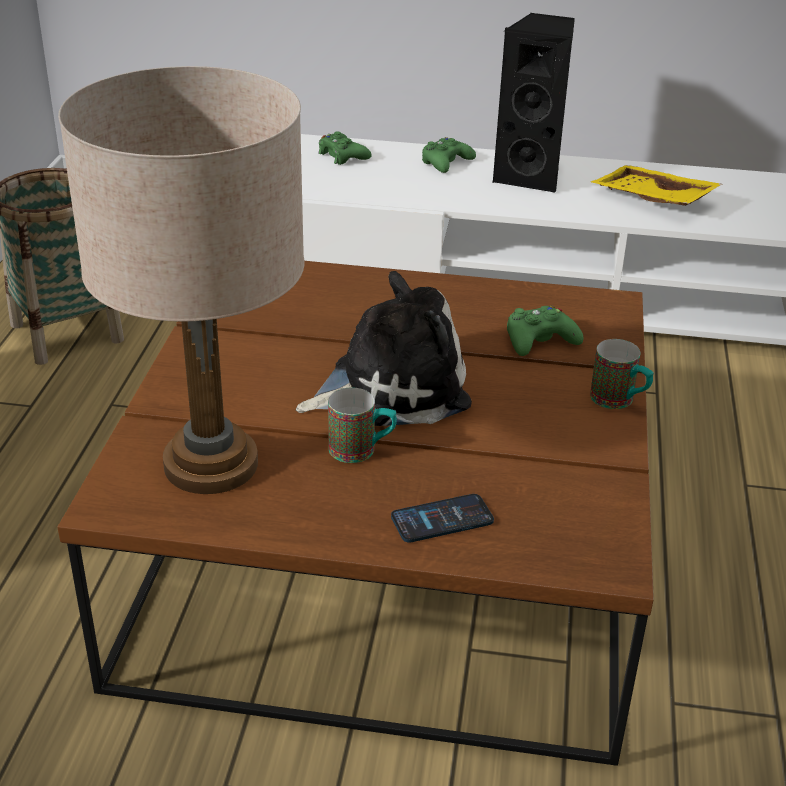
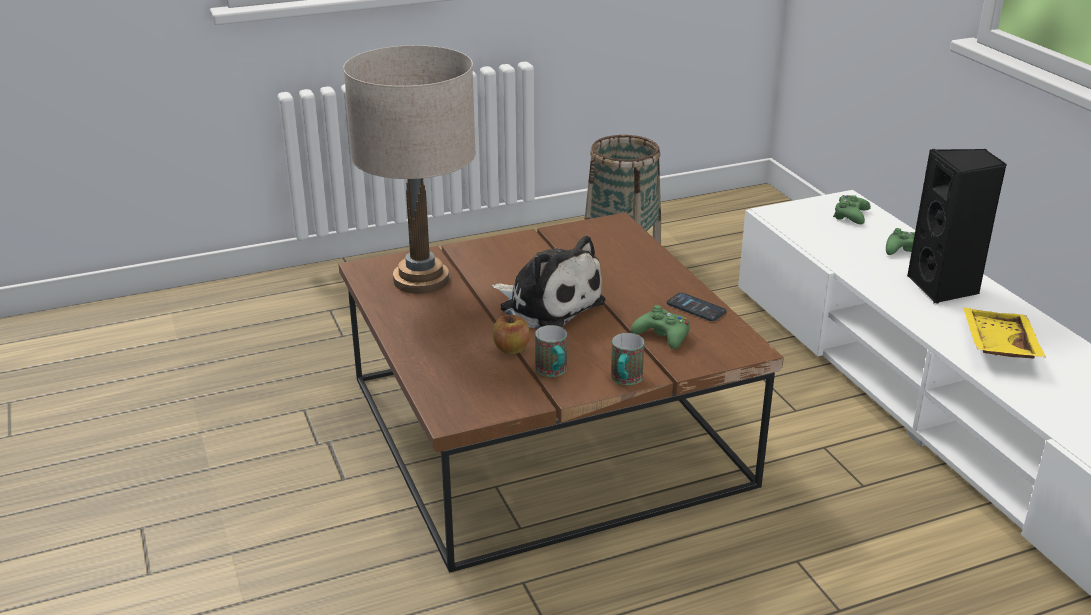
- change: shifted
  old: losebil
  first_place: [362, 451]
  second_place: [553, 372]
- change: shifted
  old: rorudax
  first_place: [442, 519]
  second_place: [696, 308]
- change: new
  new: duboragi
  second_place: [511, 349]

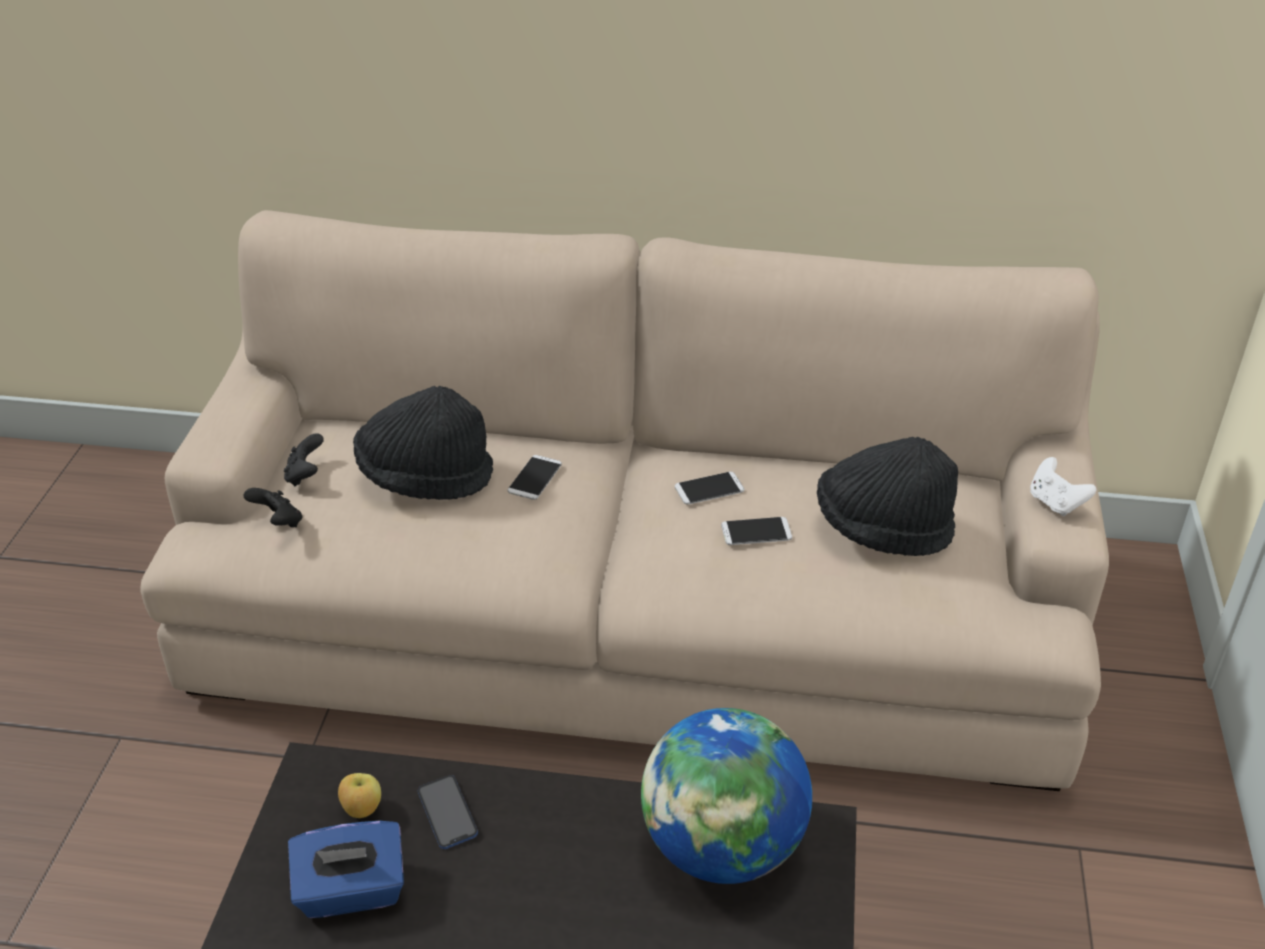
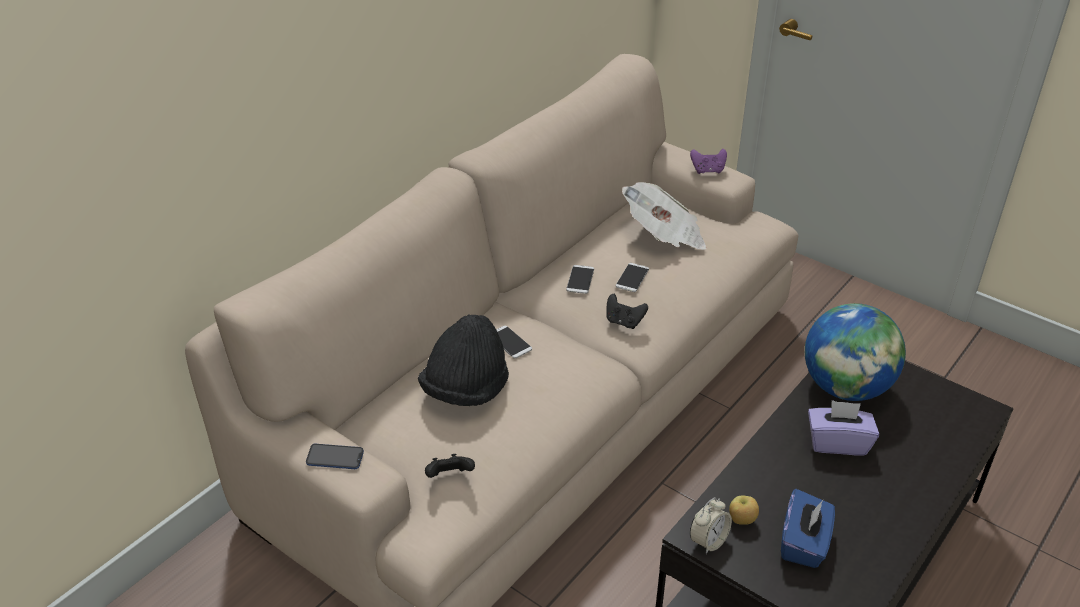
- change: shifted
  old: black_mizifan
  first_place: [305, 475]
  second_place: [624, 322]
- change: shifted
  old: rorudax
  first_place: [447, 813]
  second_place: [335, 458]
- change: swapped
  old: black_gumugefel
  new: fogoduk
  first_place: [882, 529]
  second_place: [664, 236]
- change: repainted
  old: white_mizifan
  new: purple_mizifan
  first_place: [1055, 503]
  second_place: [708, 170]
- change: new
  new: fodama
  second_place: [708, 541]
- change: new
  new: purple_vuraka
  second_place: [837, 442]

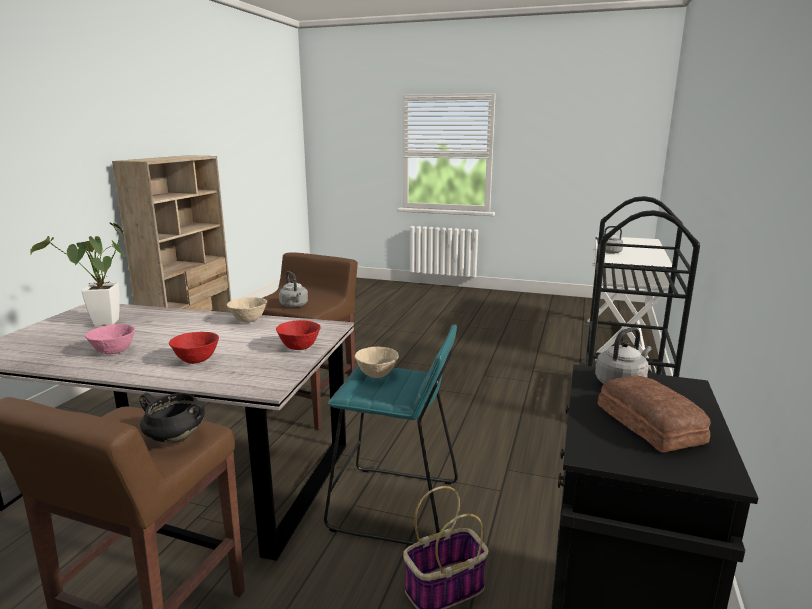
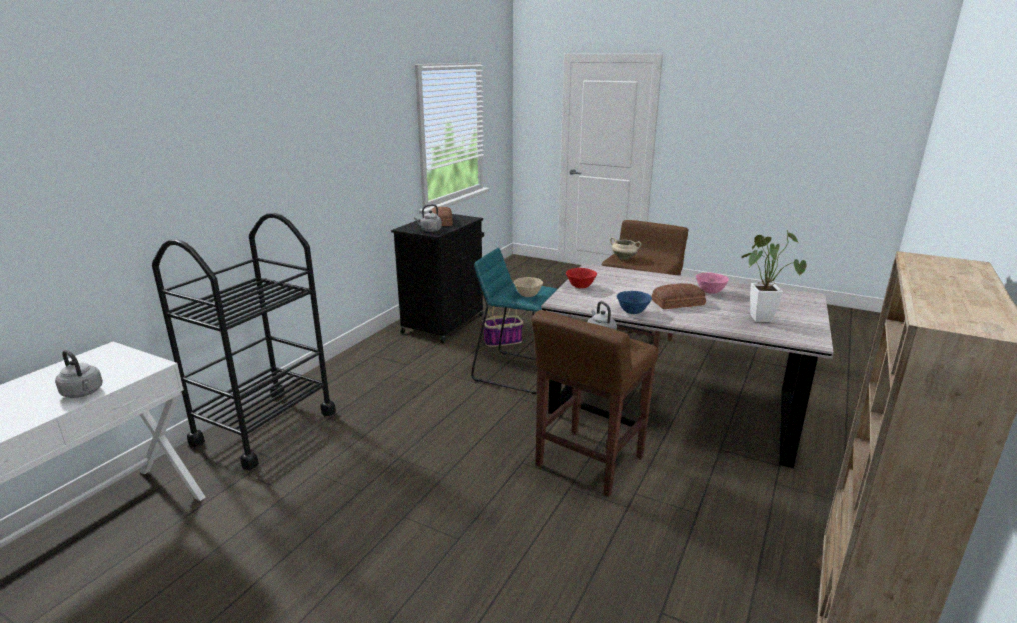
- change: repainted
  old: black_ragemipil
  new: beige_ragemipil
  first_place: [174, 439]
  second_place: [624, 258]
- change: gone
  old: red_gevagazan
  first_place: [196, 360]
- change: repainted
  old: beige_gevagazan
  new: blue_gevagazan
  first_place: [248, 321]
  second_place: [633, 312]
- change: new
  new: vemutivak
  second_place: [678, 303]

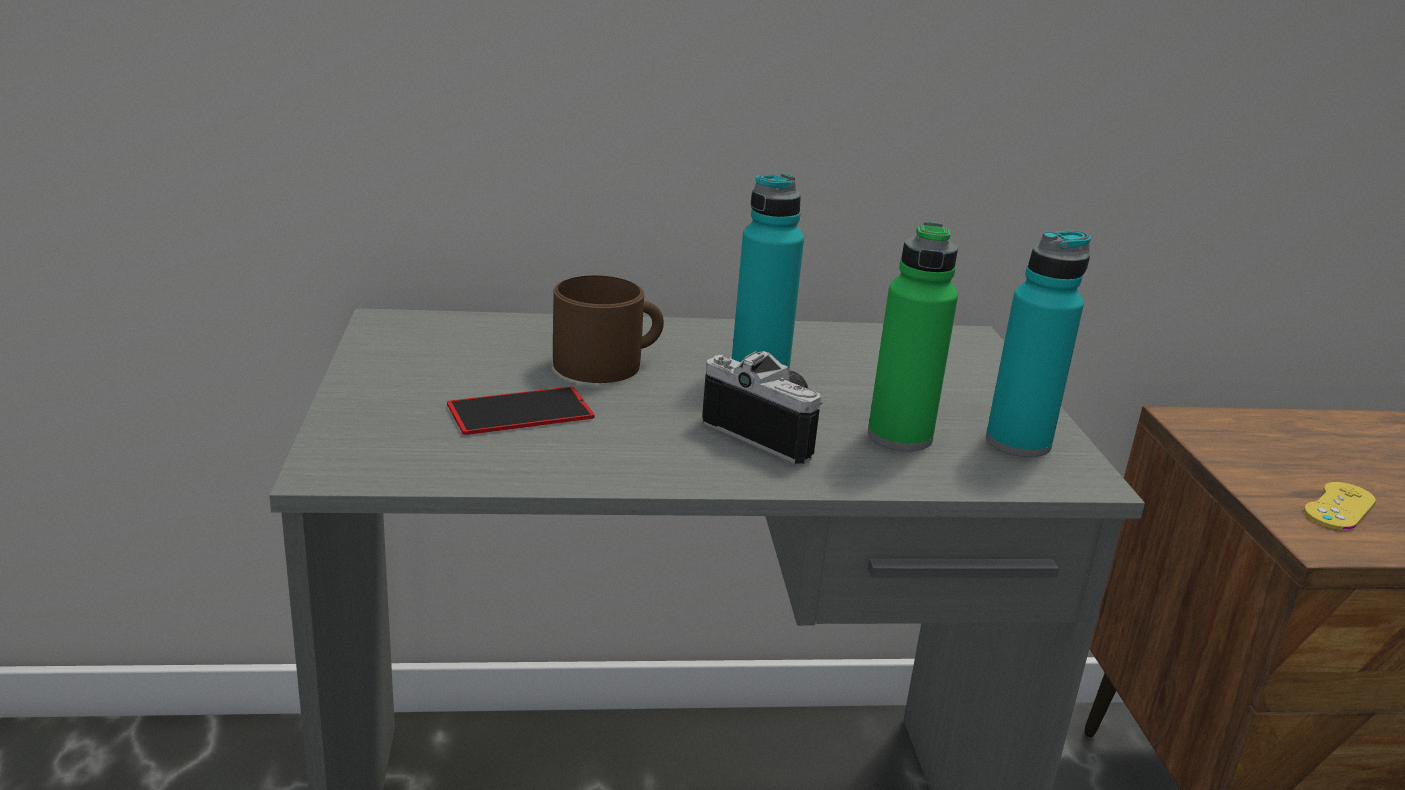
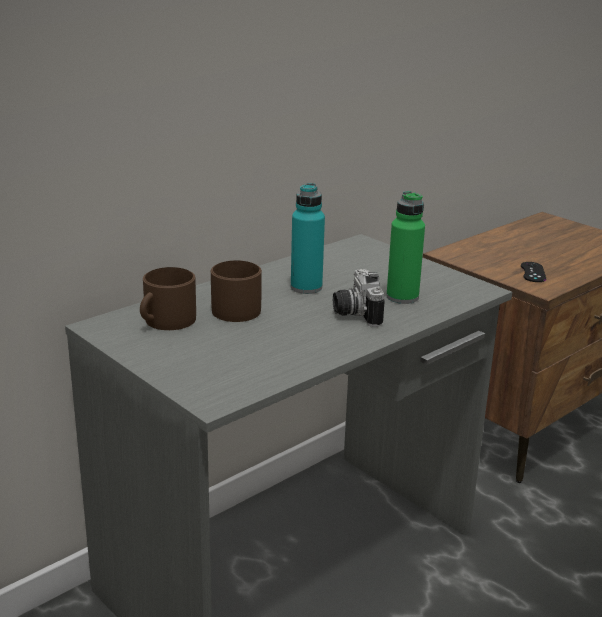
- change: gone
  old: rorudax
  first_place: [520, 411]
- change: rotated
  old: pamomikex
  first_place: [771, 431]
  second_place: [354, 313]
  degrees: -105
- change: gone
  old: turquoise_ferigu
  first_place: [1018, 442]
- change: repainted
  old: yellow_mizifan
  new: black_mizifan
  first_place: [1339, 506]
  second_place: [533, 272]
- change: new
  new: brown_losebil
  second_place: [165, 321]

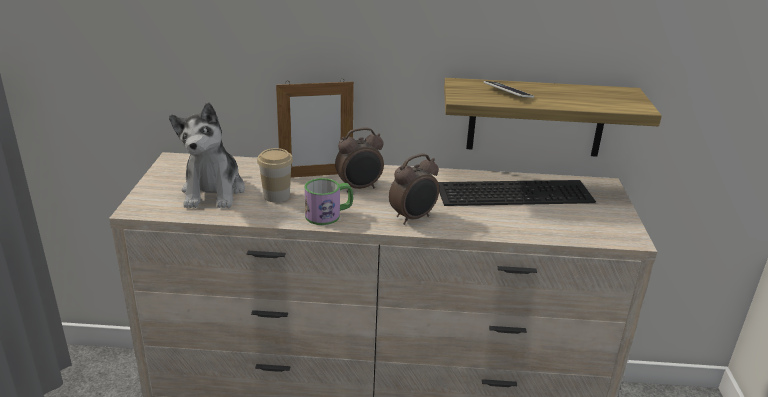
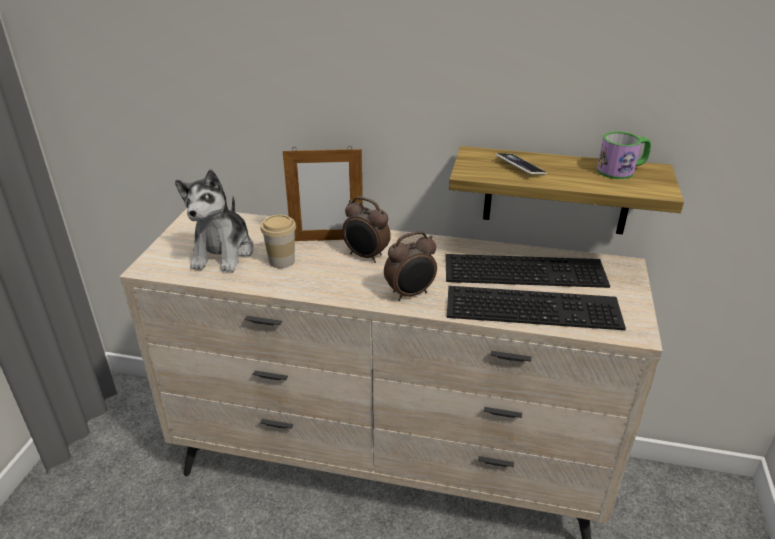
- change: shifted
  old: losebil
  first_place: [329, 215]
  second_place: [621, 170]
- change: rotated
  old: fodama
  first_place: [359, 188]
  second_place: [366, 256]
  degrees: 45
- change: new
  new: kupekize
  second_place: [534, 306]

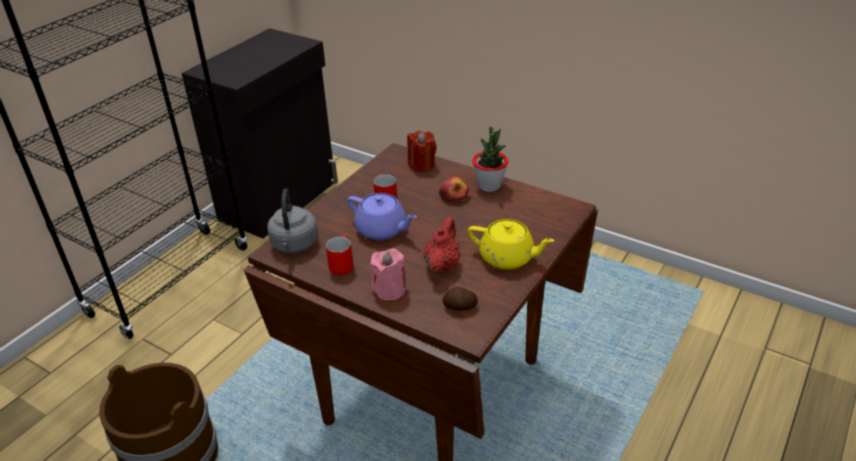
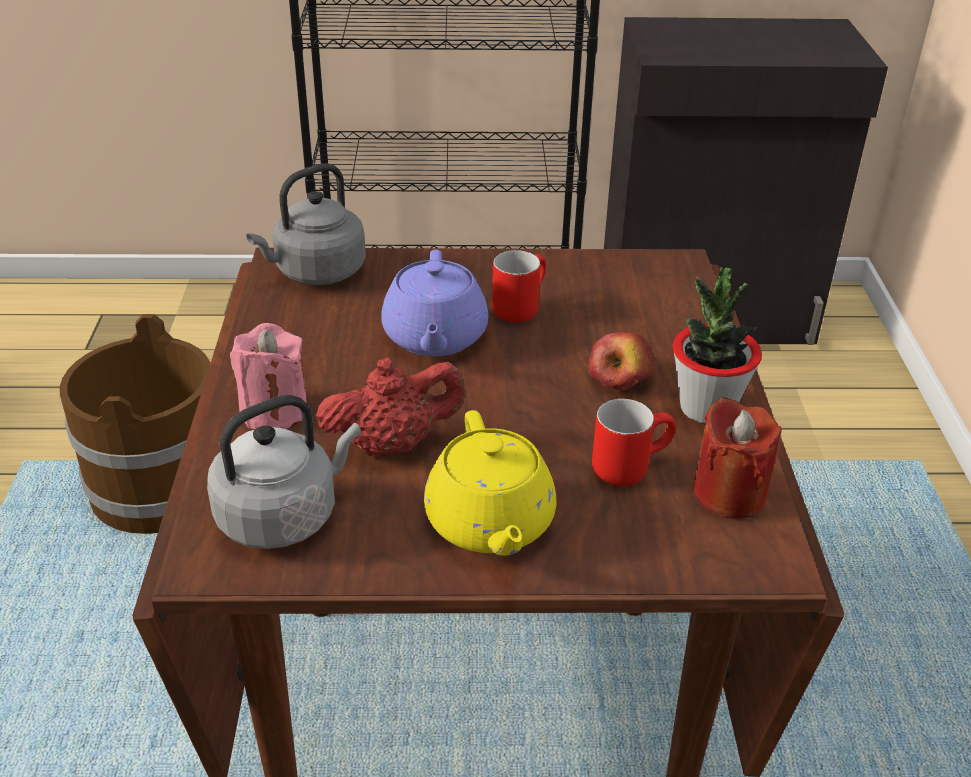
- change: shifted
  old: red_losebil
  first_place: [341, 264]
  second_place: [629, 465]
- change: shifted
  old: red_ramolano
  first_place: [421, 165]
  second_place: [729, 494]
- change: swapped
  old: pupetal
  new: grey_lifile
  first_place: [460, 307]
  second_place: [283, 515]

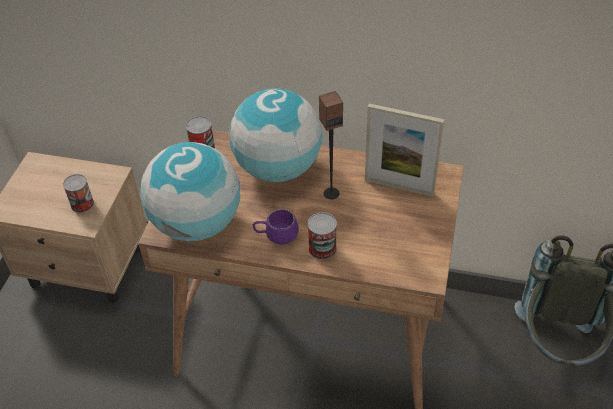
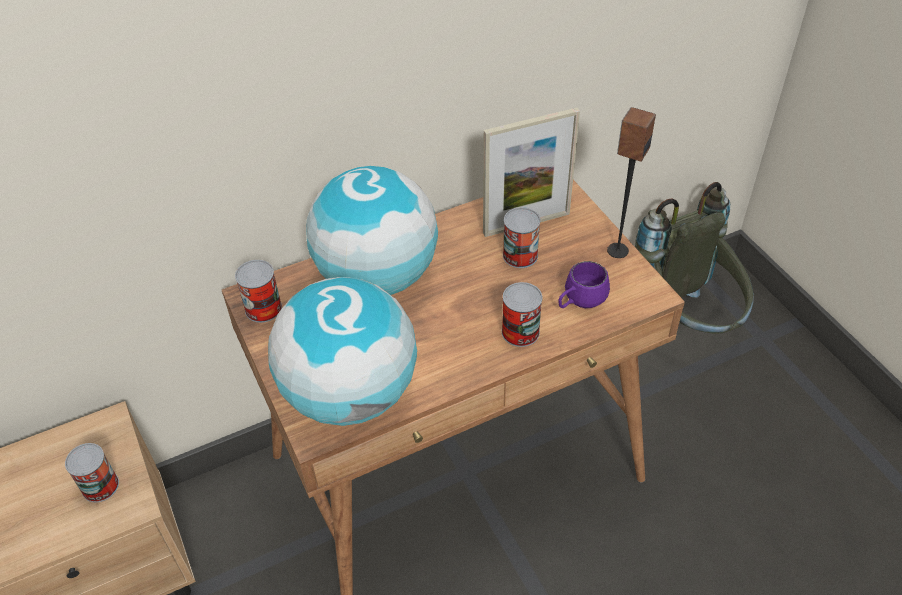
- change: shifted
  old: purple_losebil
  first_place: [276, 237]
  second_place: [579, 302]
- change: shifted
  old: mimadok
  first_place: [331, 193]
  second_place: [617, 250]
- change: new
  new: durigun
  second_place: [520, 255]

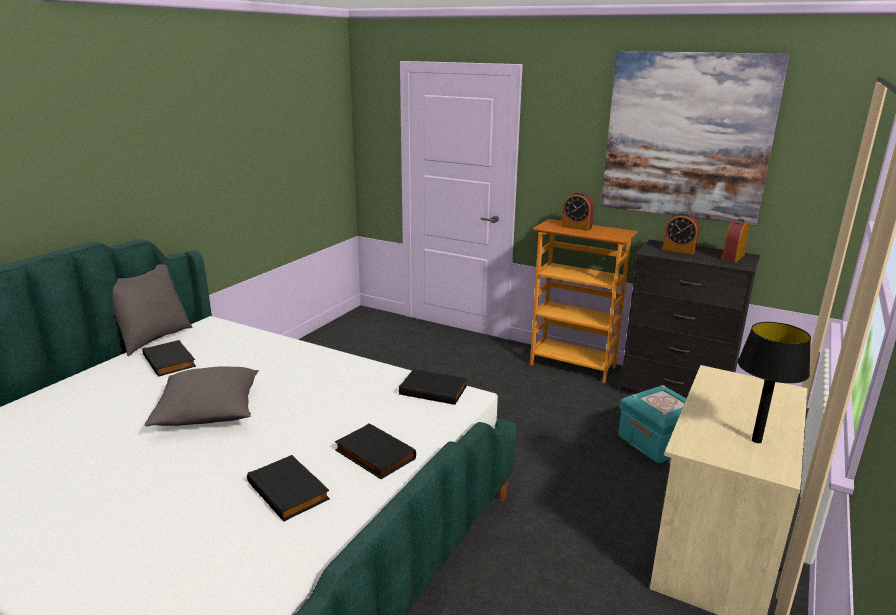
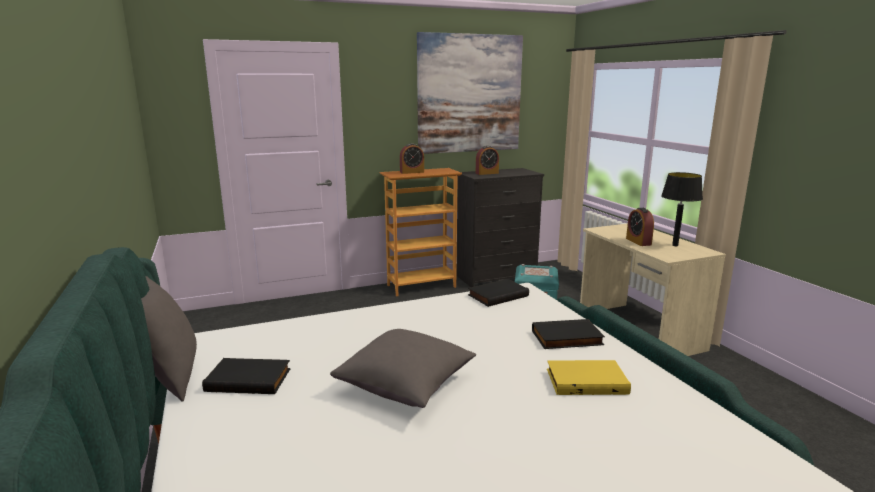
- change: repainted
  old: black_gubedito
  new: yellow_gubedito
  first_place: [290, 490]
  second_place: [586, 381]
- change: shifted
  old: fodama
  first_place: [733, 257]
  second_place: [638, 241]

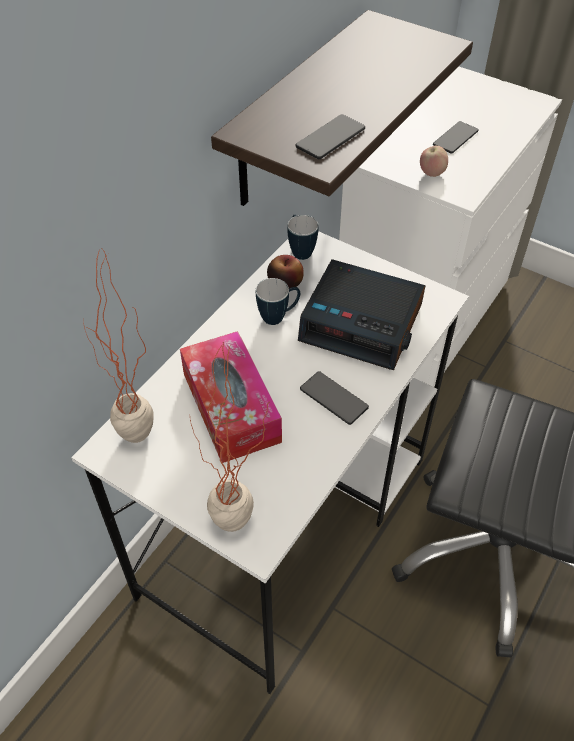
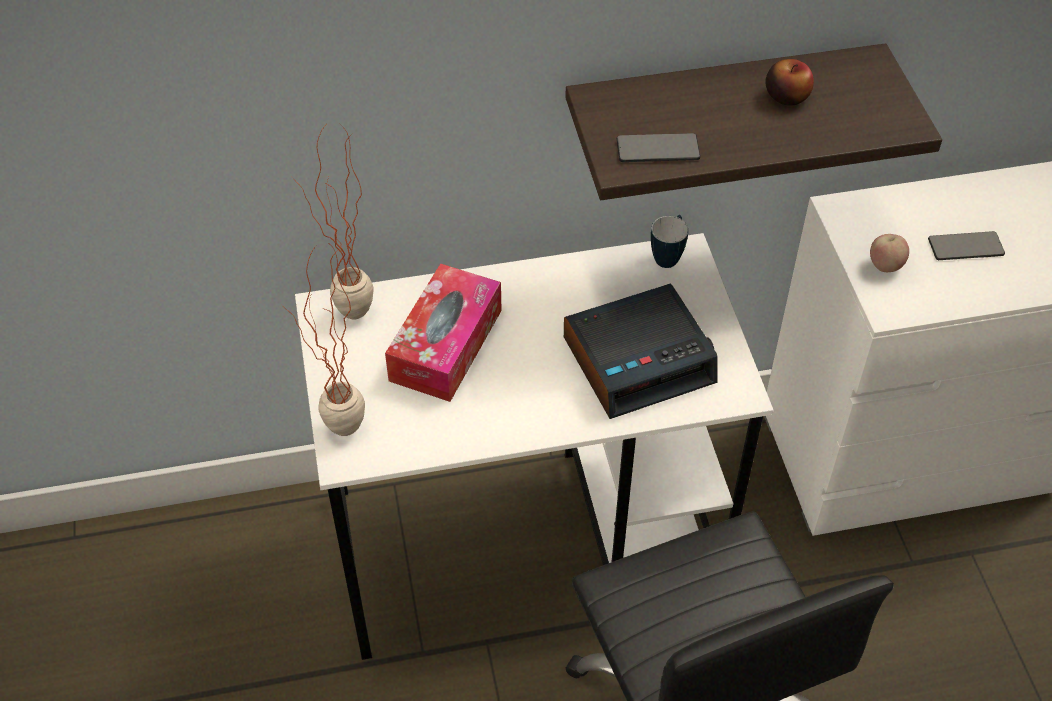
- change: gone
  old: losebil
  first_place: [278, 317]
- change: shifted
  old: duboragi
  first_place: [285, 282]
  second_place: [787, 96]
- change: rotated
  old: fodama
  first_place: [362, 323]
  second_place: [639, 359]
  degrees: -90
- change: gone
  old: rorudax
  first_place: [333, 398]

